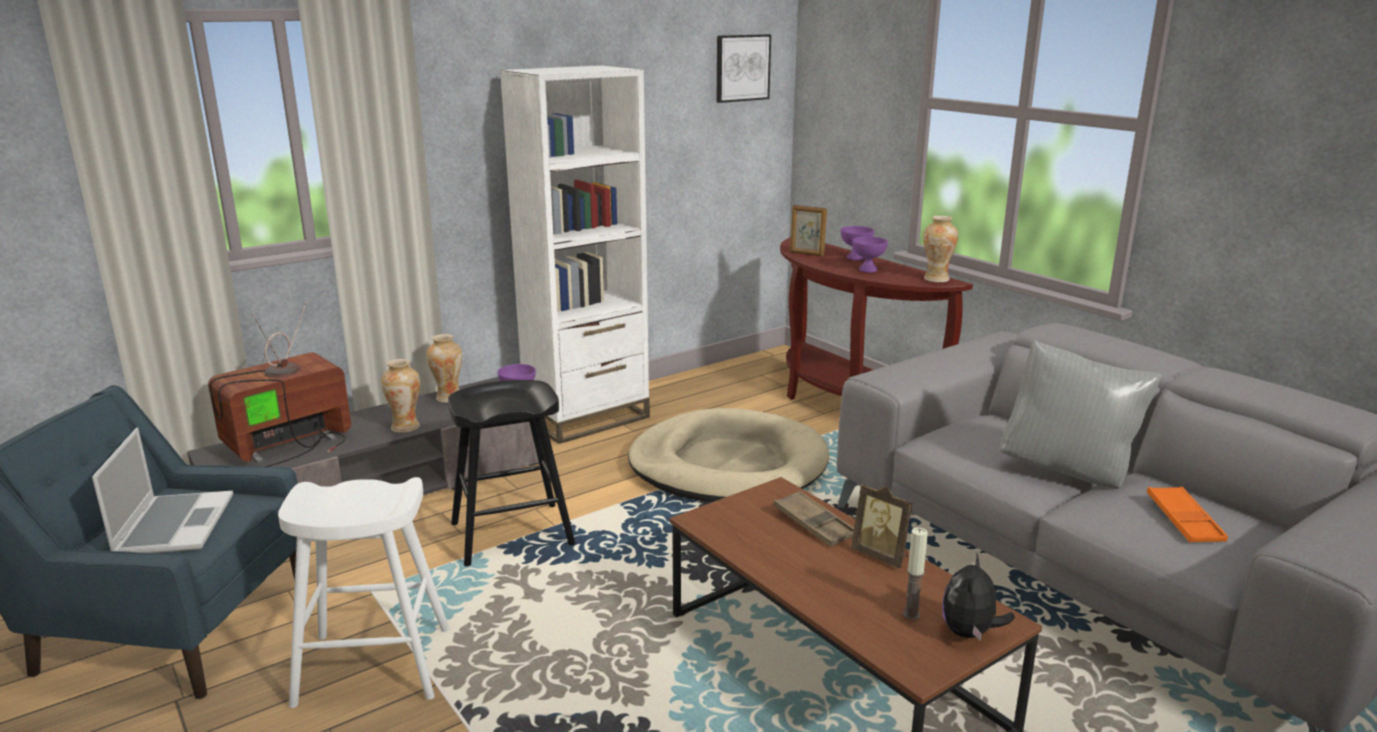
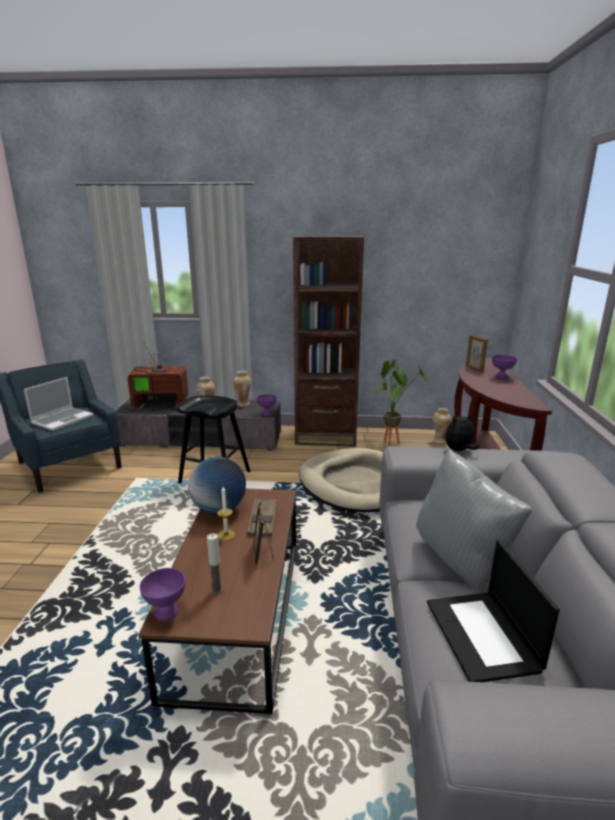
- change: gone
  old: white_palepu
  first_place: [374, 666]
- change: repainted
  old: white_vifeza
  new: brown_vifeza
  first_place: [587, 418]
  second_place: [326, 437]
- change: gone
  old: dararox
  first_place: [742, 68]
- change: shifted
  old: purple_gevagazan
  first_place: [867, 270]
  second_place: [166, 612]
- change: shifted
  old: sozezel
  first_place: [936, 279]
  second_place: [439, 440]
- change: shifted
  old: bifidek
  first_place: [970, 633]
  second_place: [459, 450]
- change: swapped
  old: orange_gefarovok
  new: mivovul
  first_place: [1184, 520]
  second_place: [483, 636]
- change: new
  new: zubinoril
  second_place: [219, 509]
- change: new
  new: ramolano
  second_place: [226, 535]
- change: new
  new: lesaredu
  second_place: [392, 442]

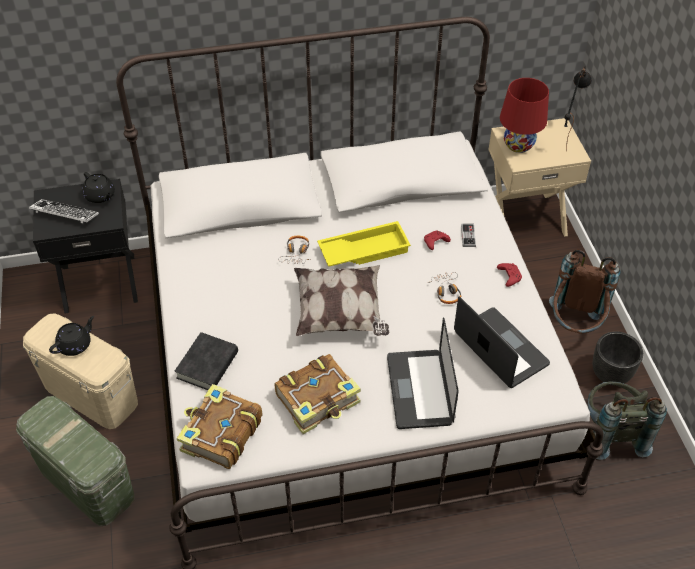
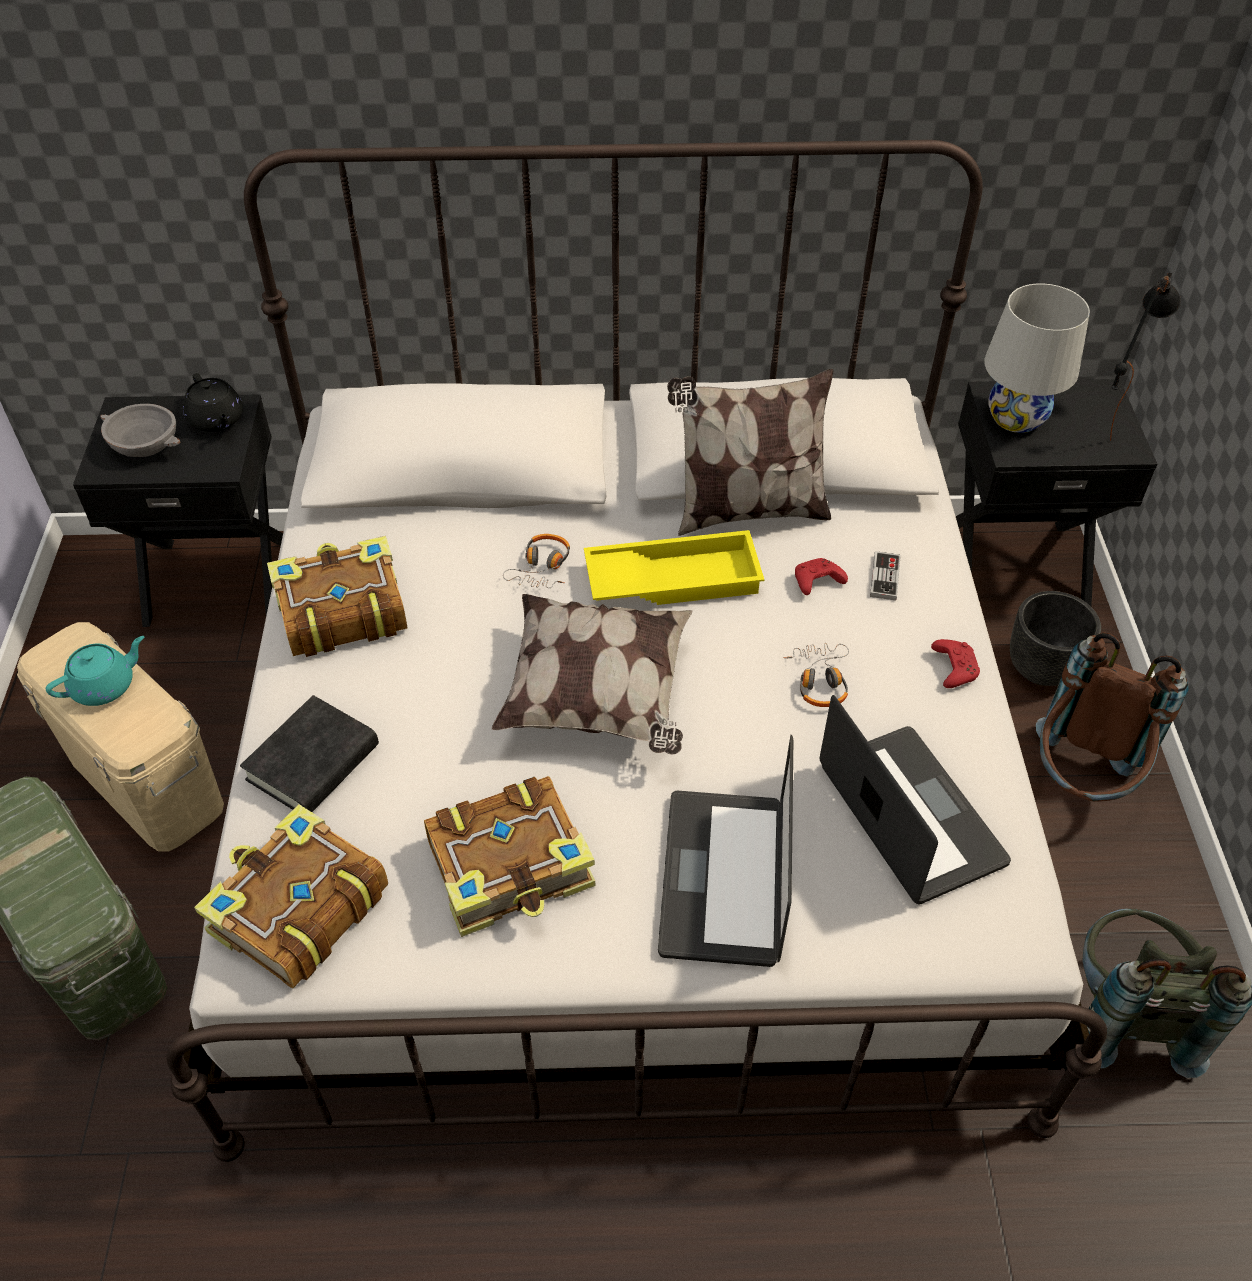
- change: swapped
  old: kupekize
  new: grey_gevagazan
  first_place: [65, 214]
  second_place: [144, 445]
- change: repainted
  old: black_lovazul
  new: turquoise_lovazul
  first_place: [75, 344]
  second_place: [105, 686]
- change: repainted
  old: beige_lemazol
  new: black_lemazol
  first_place: [525, 218]
  second_place: [1013, 563]
- change: repainted
  old: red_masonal
  new: white_masonal
  first_place: [518, 145]
  second_place: [1016, 418]
- change: shifted
  old: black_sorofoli
  first_place: [611, 373]
  second_place: [1041, 668]
- change: new
  new: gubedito
  second_place: [340, 611]
- change: new
  new: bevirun
  second_place: [747, 510]

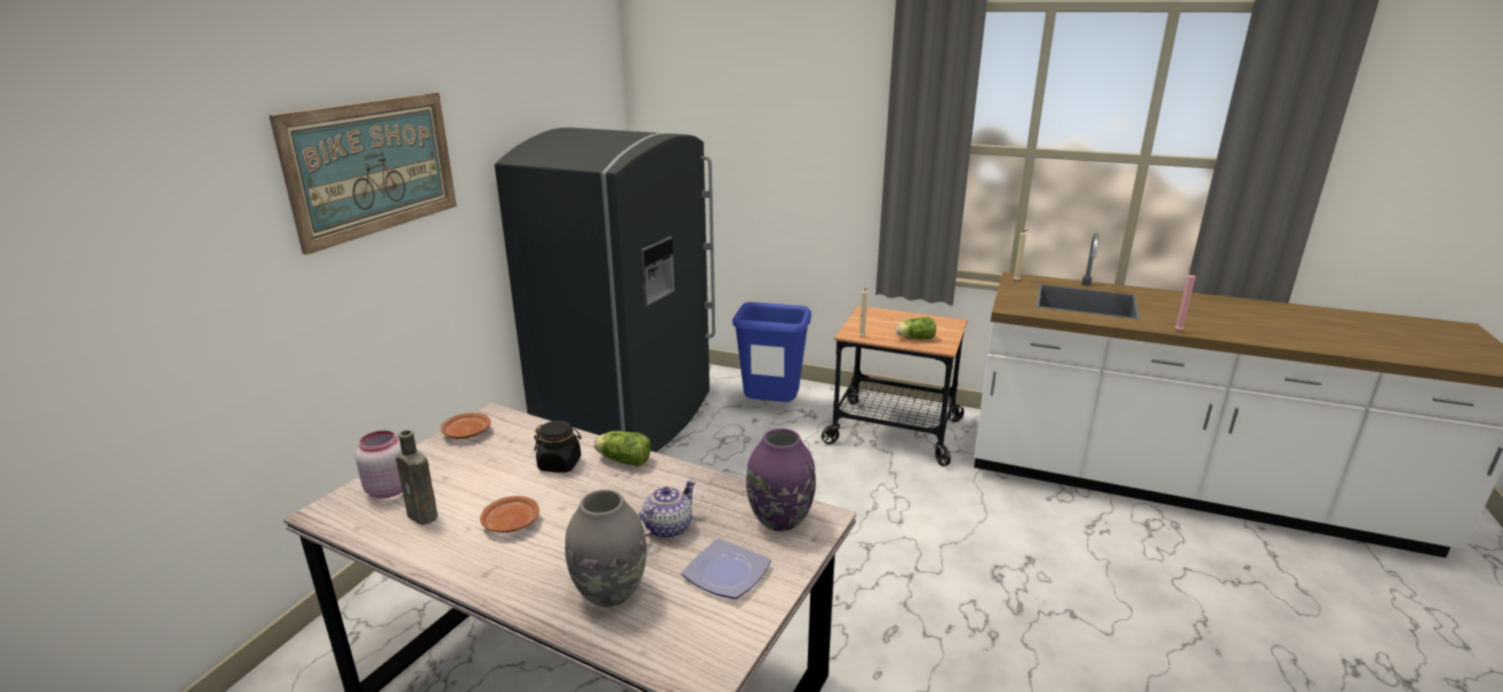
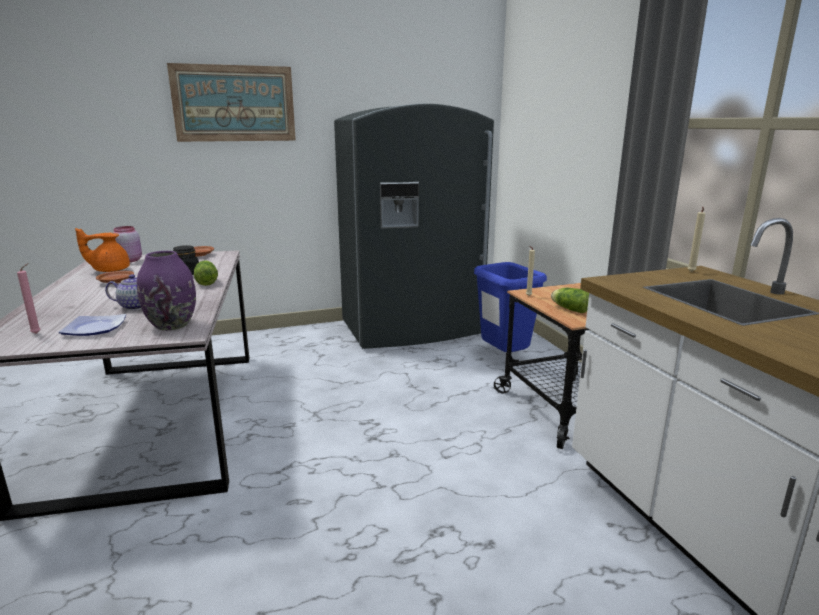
- change: swapped
  old: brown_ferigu
  new: orange_lovazul
  first_place: [424, 516]
  second_place: [110, 270]
- change: gone
  old: grey_sozezel
  first_place: [610, 592]
- change: shifted
  old: pink_ramolano
  first_place: [1177, 330]
  second_place: [38, 333]

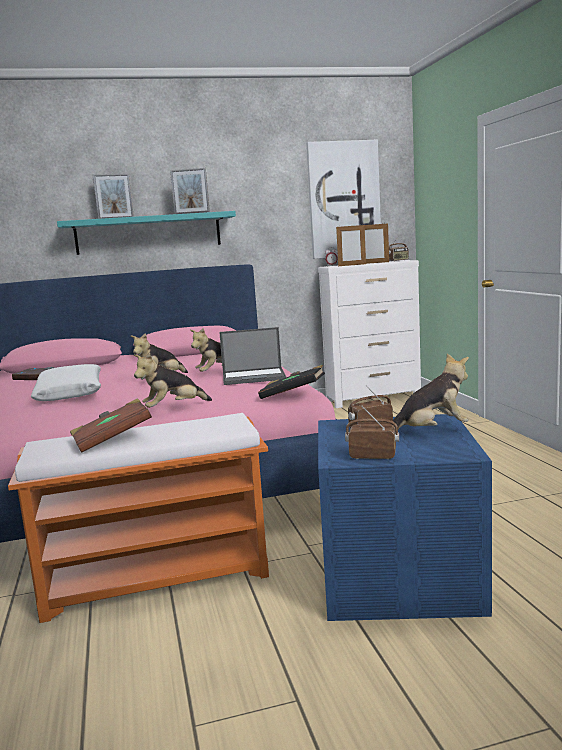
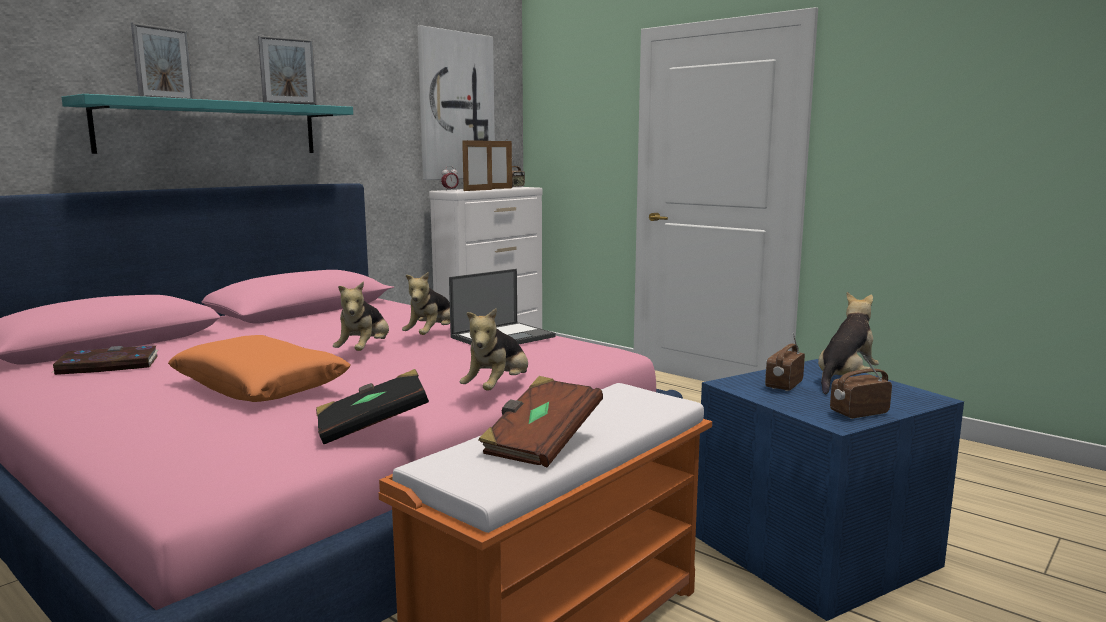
- change: repainted
  old: white_bevirun
  new: orange_bevirun
  first_place: [71, 393]
  second_place: [260, 385]
- change: shifted
  old: black_gubedito
  first_place: [293, 395]
  second_place: [372, 428]

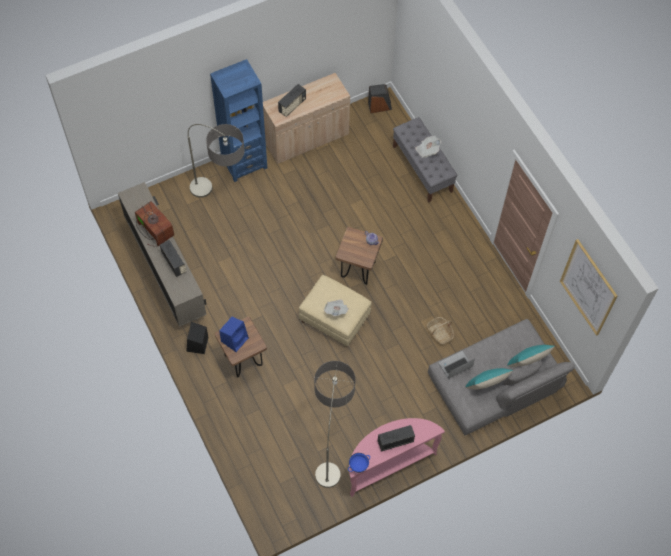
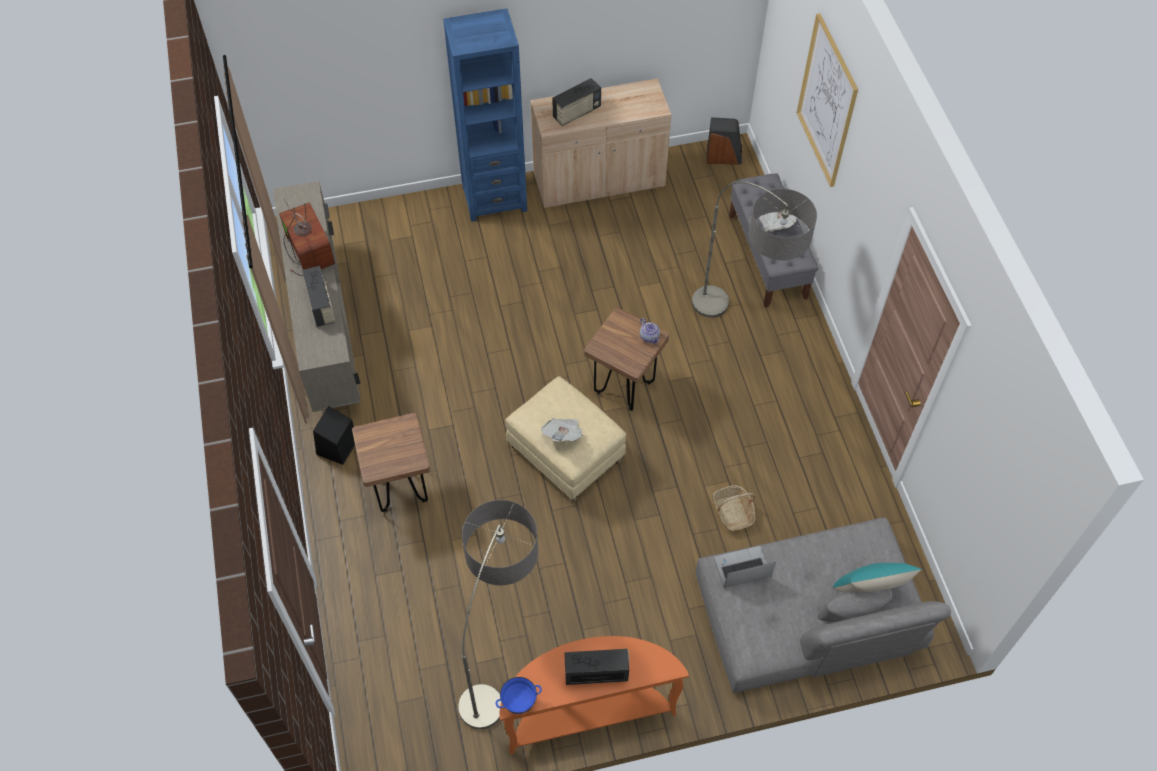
- change: shifted
  old: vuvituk
  first_place: [222, 201]
  second_place: [741, 330]
- change: gone
  old: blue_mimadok
  first_place: [235, 339]
- change: repainted
  old: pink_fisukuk
  new: orange_fisukuk
  first_place: [388, 464]
  second_place: [588, 712]
- change: gone
  old: turquoise_bevirun
  first_place: [486, 385]
- change: shifted
  old: dararox
  first_place: [588, 287]
  second_place: [827, 101]

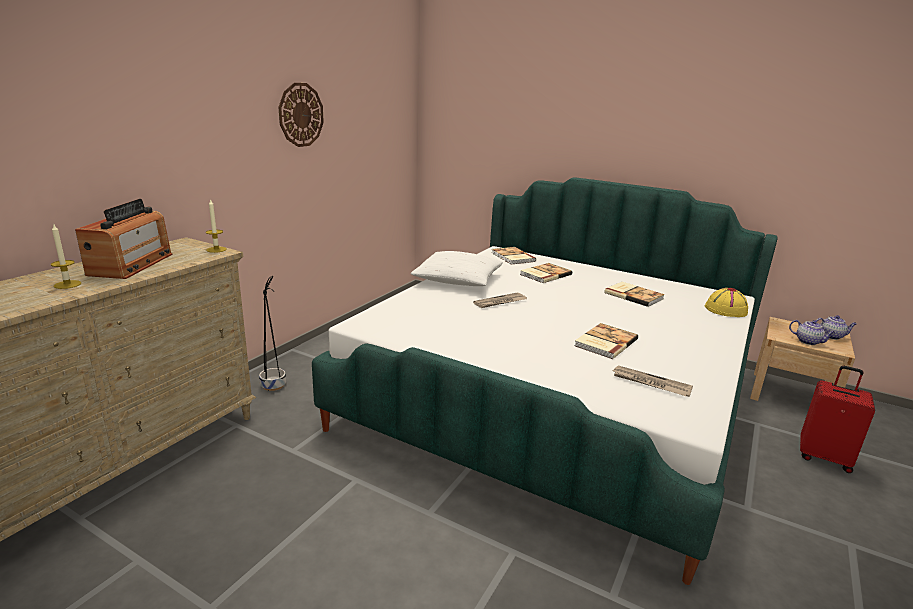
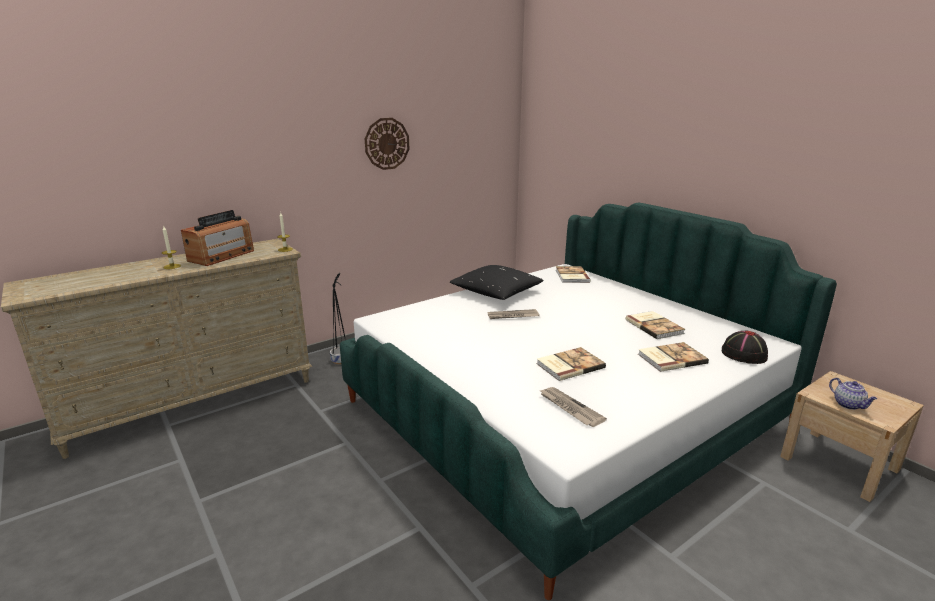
- change: repainted
  old: white_bevirun
  new: black_bevirun
  first_place: [458, 280]
  second_place: [496, 292]
- change: shifted
  old: gubedito
  first_place: [544, 274]
  second_place: [670, 358]
- change: repainted
  old: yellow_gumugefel
  new: black_gumugefel
  first_place: [725, 310]
  second_place: [743, 354]
- change: gone
  old: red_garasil
  first_place: [824, 457]
- change: gone
  old: lovazul
  first_place: [831, 336]

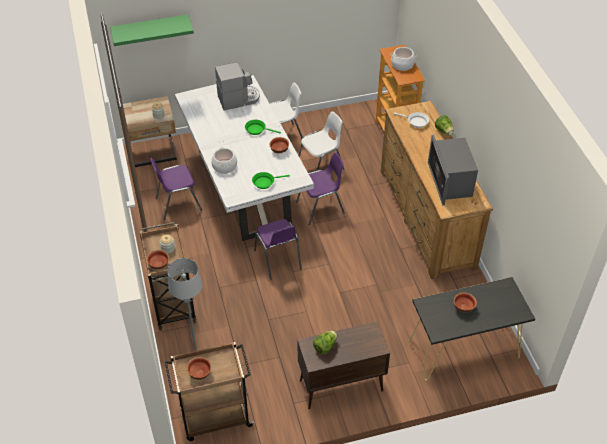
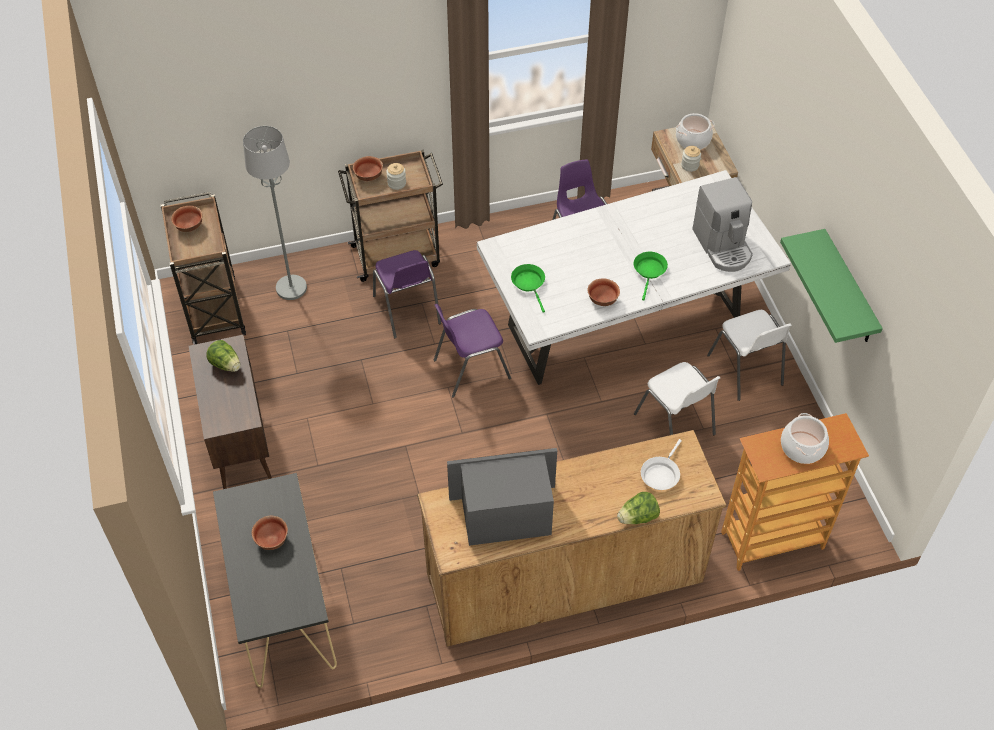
- change: shifted
  old: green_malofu
  first_place: [150, 29]
  second_place: [849, 289]
- change: shifted
  old: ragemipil
  first_place: [224, 166]
  second_place: [692, 140]
- change: shifted
  old: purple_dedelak
  first_place: [321, 208]
  second_place: [407, 310]

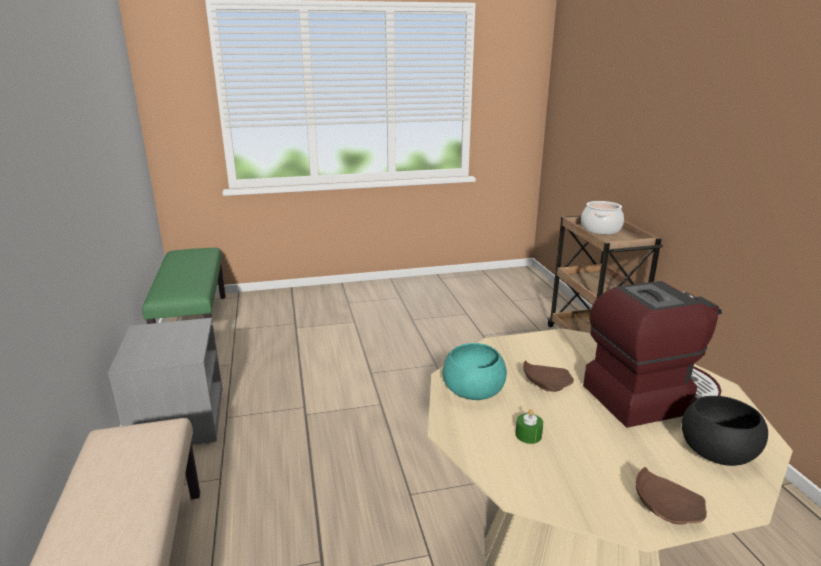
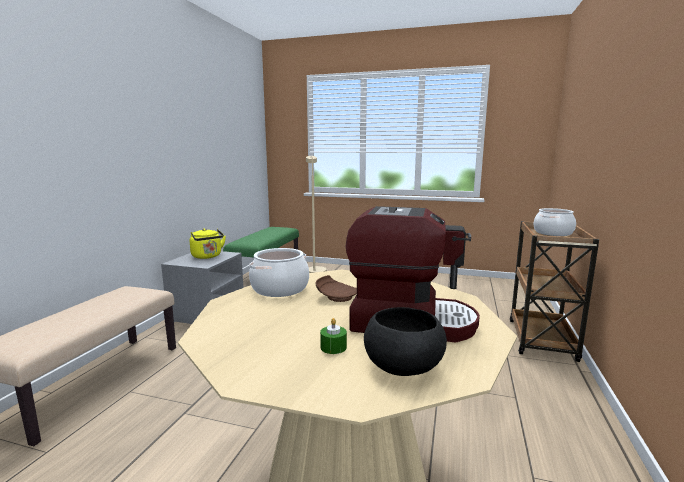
- change: swapped
  old: turquoise_gevagazan
  new: ragemipil
  first_place: [472, 390]
  second_place: [280, 288]
- change: shifted
  old: green_ramolano
  first_place: [528, 435]
  second_place: [333, 347]
- change: gone
  old: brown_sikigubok
  first_place: [665, 508]
- change: new
  new: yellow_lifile
  second_place: [207, 256]
- change: new
  new: beige_vuvituk
  second_place: [315, 270]

